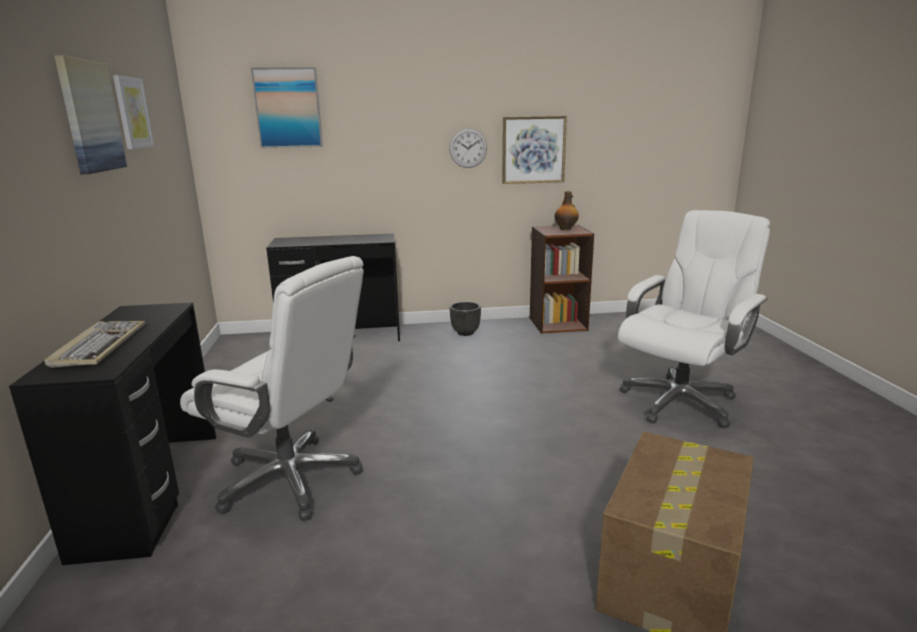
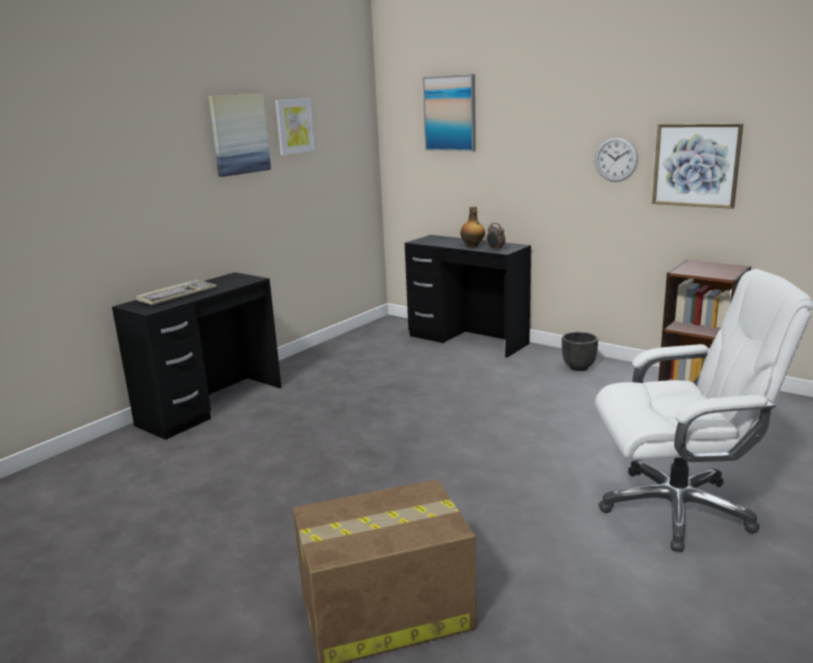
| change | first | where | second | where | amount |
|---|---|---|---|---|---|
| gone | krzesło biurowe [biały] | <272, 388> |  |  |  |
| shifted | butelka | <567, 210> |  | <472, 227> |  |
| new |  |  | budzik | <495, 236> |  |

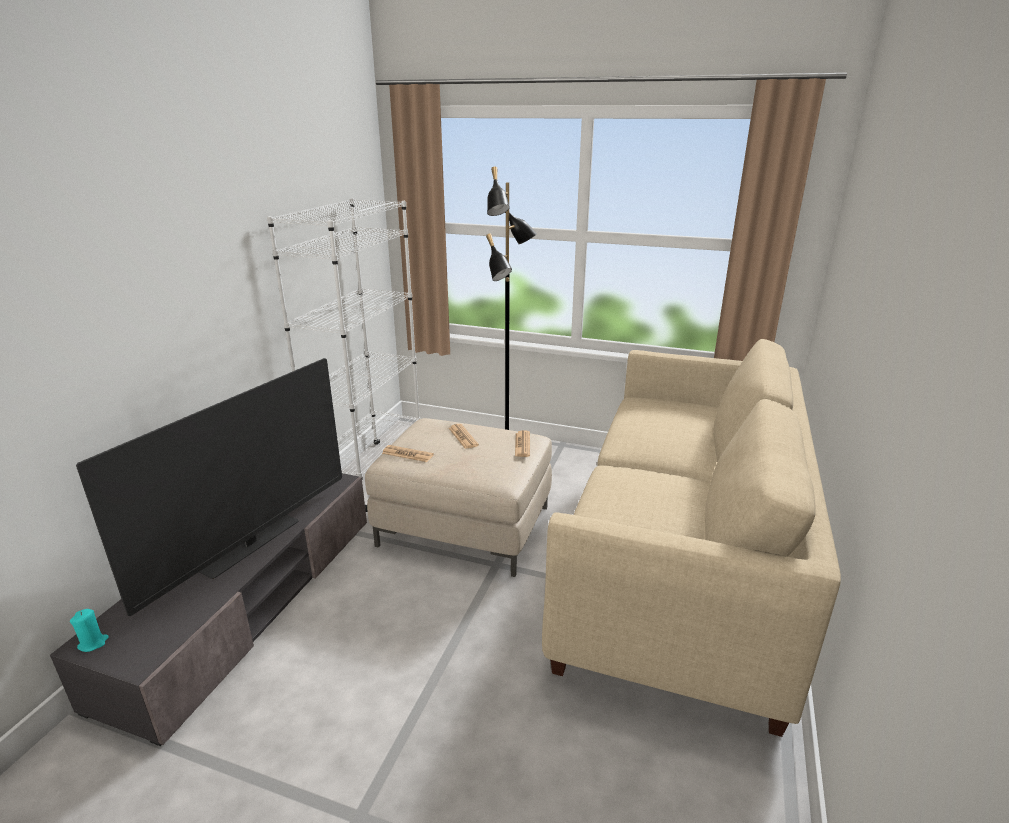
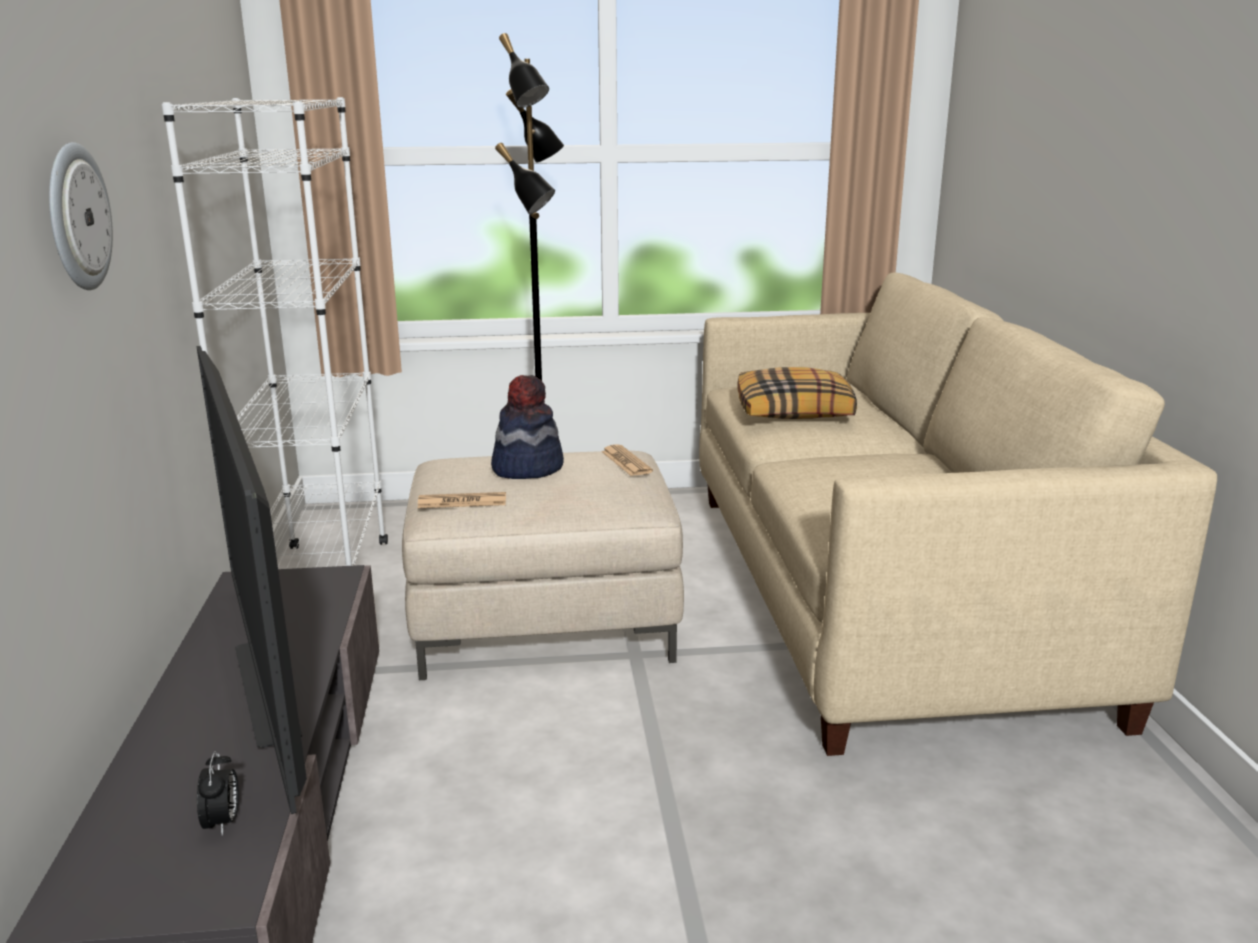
| change | first | where | second | where | amount |
|---|---|---|---|---|---|
| gone | świeca [turkusowy] | <89, 630> |  |  |  |
| rotated | telewizor | <209, 487> |  | <252, 580> | 150 degrees clockwise |
| swapped | gazeta | <464, 436> | kapelusz | <527, 427> |  |
| new |  |  | zegar ścienny | <81, 216> |  |
| new |  |  | budzik | <218, 793> |  |
| new |  |  | poduszka | <797, 393> |  |

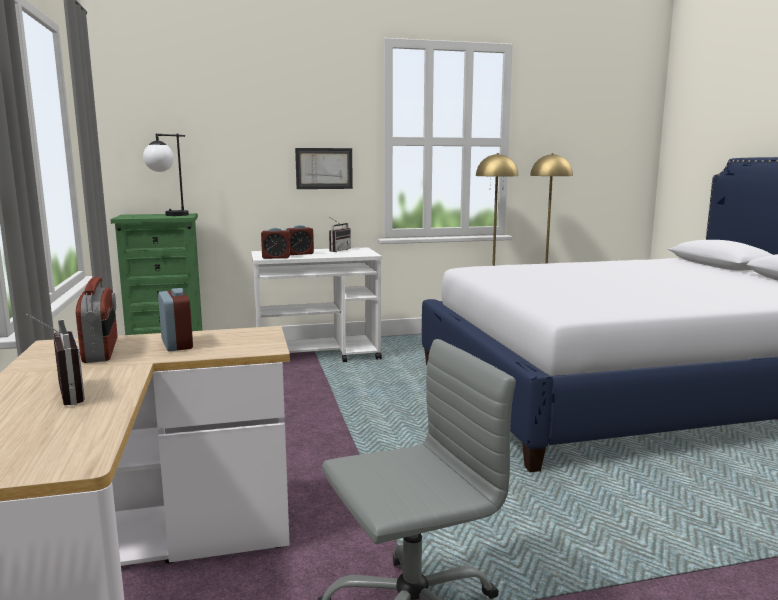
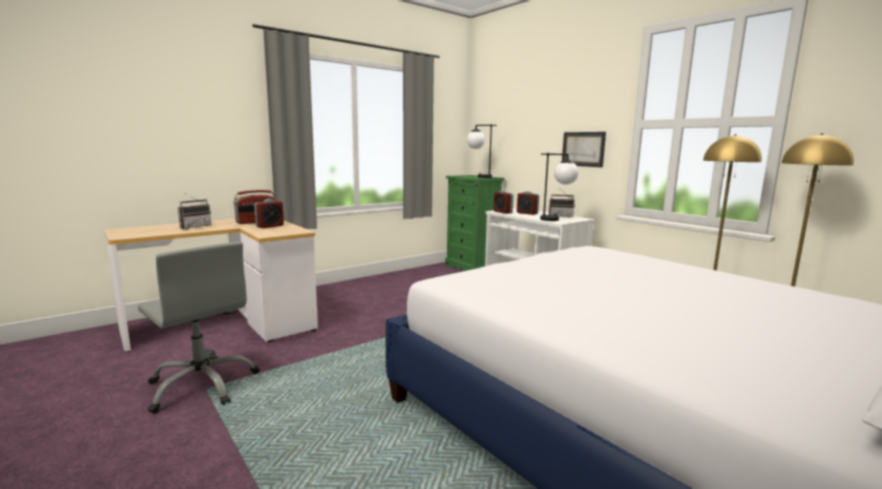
| change | first | where | second | where | amount |
|---|---|---|---|---|---|
| new |  |  | lampa stołowa | <559, 187> |  |

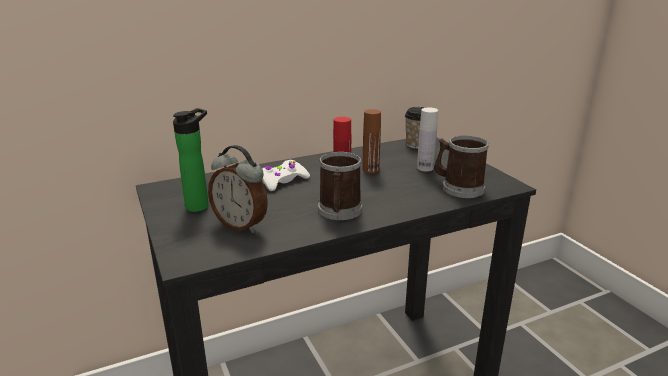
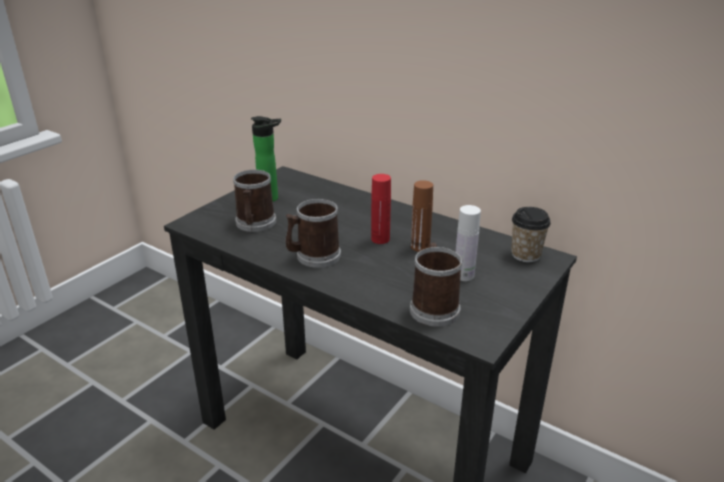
| change | first | where | second | where | amount |
|---|---|---|---|---|---|
| swapped | budzik | <238, 189> | kubek | <254, 201> |  |
| gone | pad do gier [biały] | <286, 175> |  |  |  |

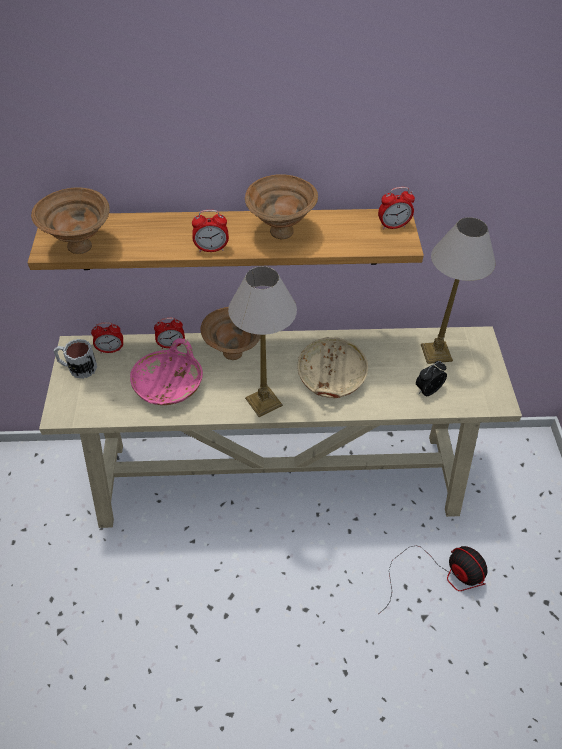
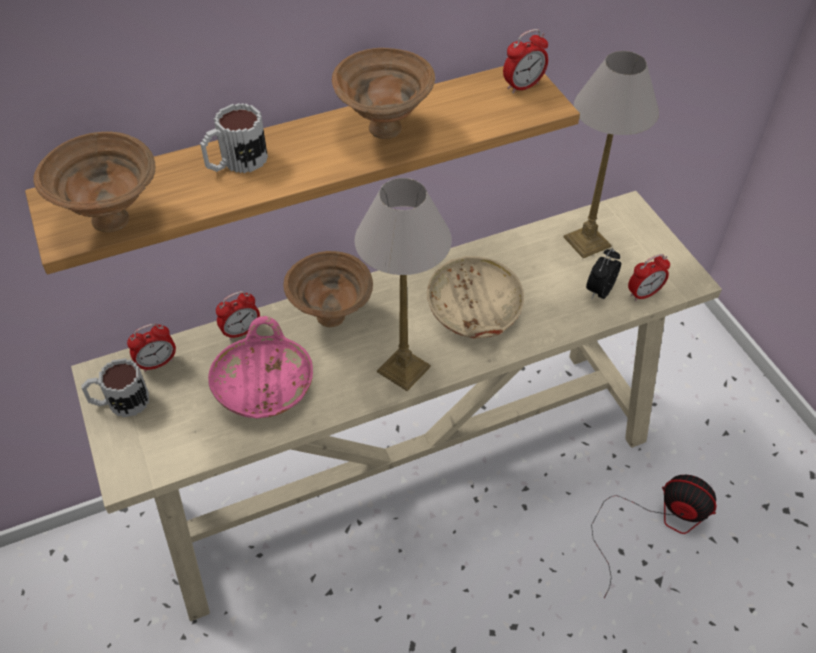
| change | first | where | second | where | amount |
|---|---|---|---|---|---|
| shifted | budzik | <210, 231> |  | <649, 277> |  |
| new |  |  | kubek | <234, 138> |  |

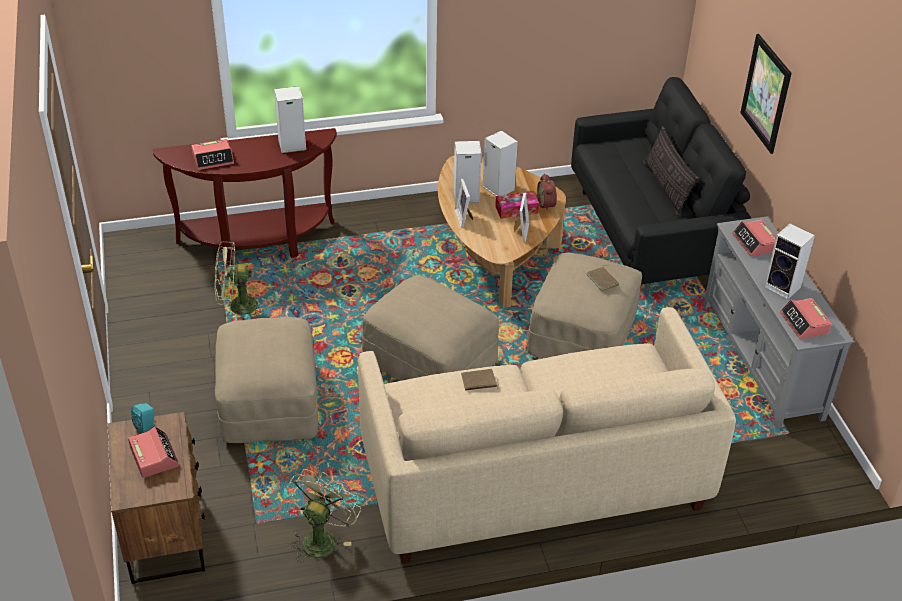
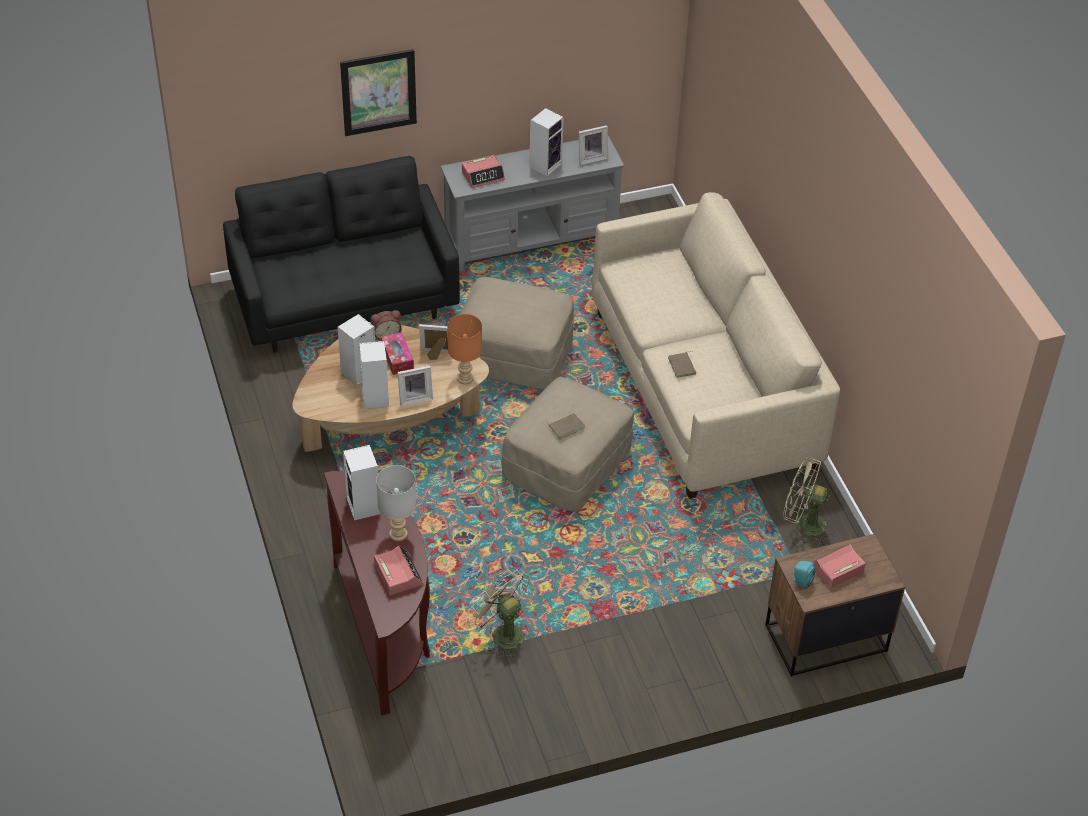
| change | first | where | second | where | amount |
|---|---|---|---|---|---|
| rotated | wentylator [zielony] | <239, 281> |  | <498, 612> | 150 degrees clockwise |
| gone | pufa [beżowy] | <266, 380> |  |  |  |
| shifted | książka [brązowy] | <603, 278> |  | <565, 426> |  |
| gone | poduszka | <671, 171> |  |  |  |
| swapped | budzik | <806, 318> | ramka na zdjęcie | <593, 145> |  |
| new |  |  | lampa stołowa [szary] | <396, 503> |  |
| new |  |  | lampa stołowa [pomarańczowy] | <464, 349> |  |

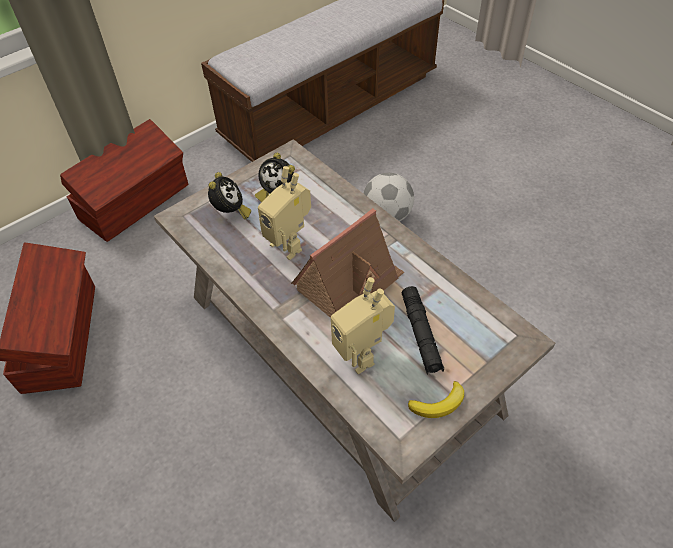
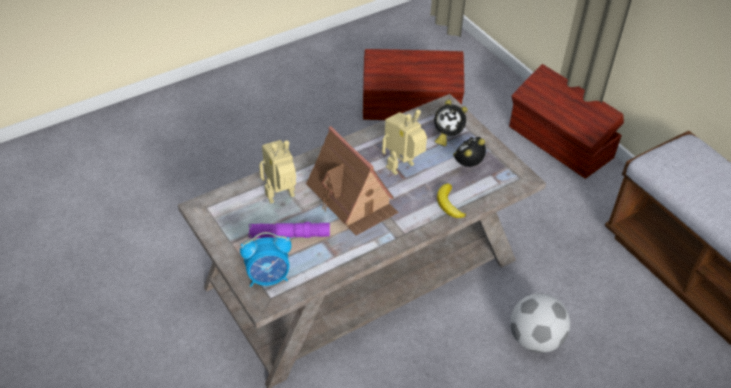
| change | first | where | second | where | amount |
|---|---|---|---|---|---|
| repainted | latarka [czarny] | <423, 330> | latarka [fioletowy] | <289, 230> |  |
| shifted | banan | <436, 399> |  | <451, 200> |  |
| new |  |  | budzik | <266, 259> |  |

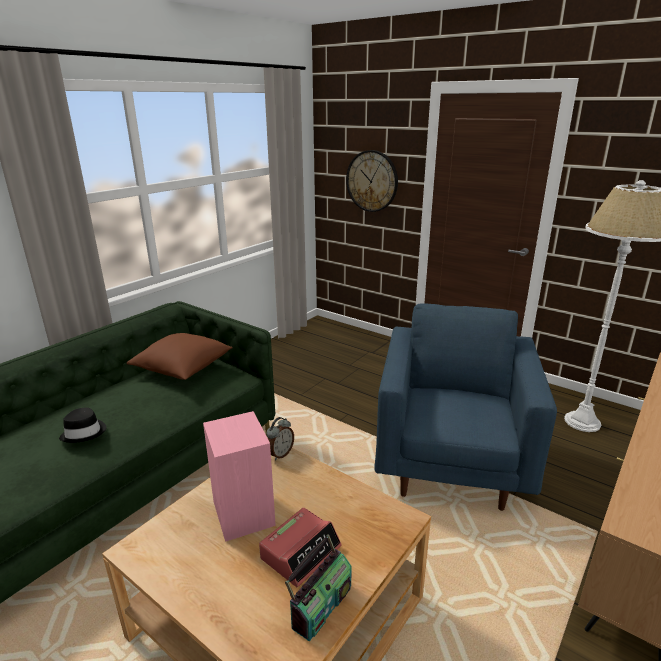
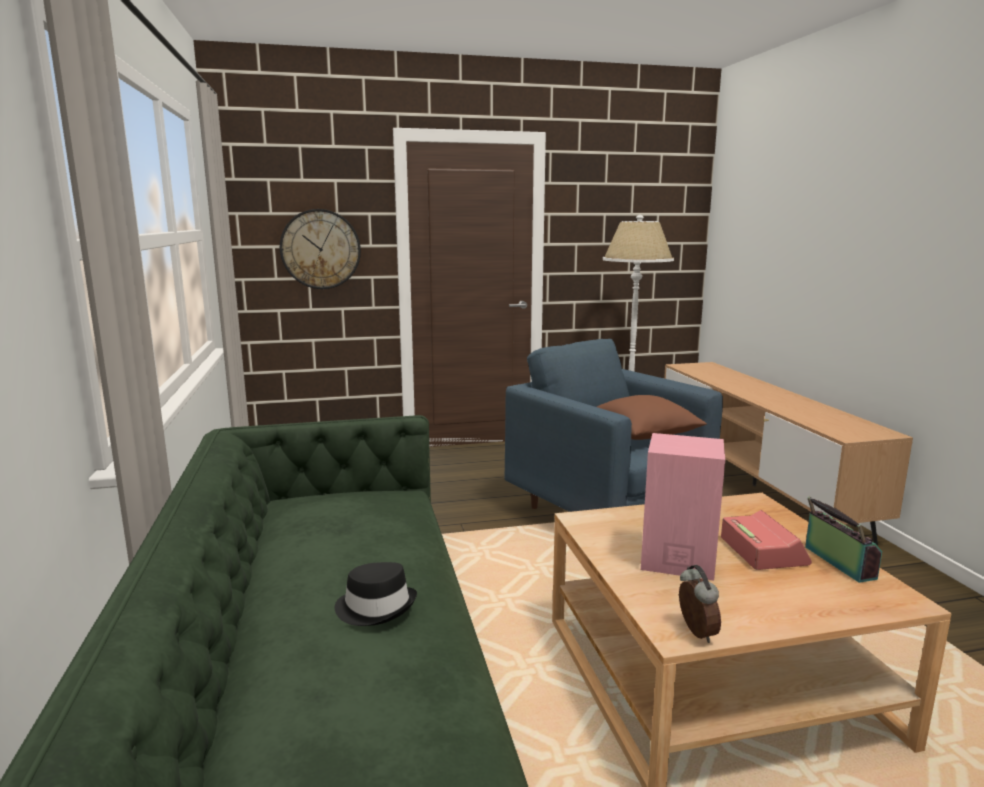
| change | first | where | second | where | amount |
|---|---|---|---|---|---|
| shifted | poduszka [brązowy] | <180, 356> |  | <652, 417> |  |
| shifted | budzik | <280, 438> |  | <700, 604> |  |

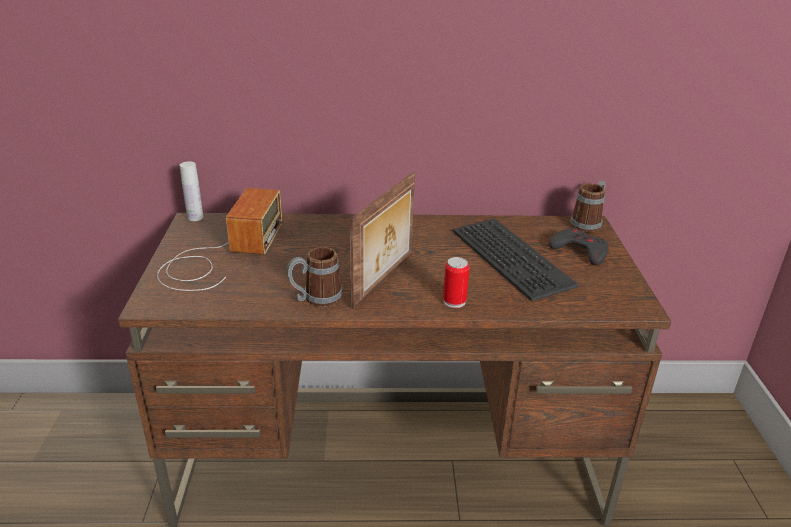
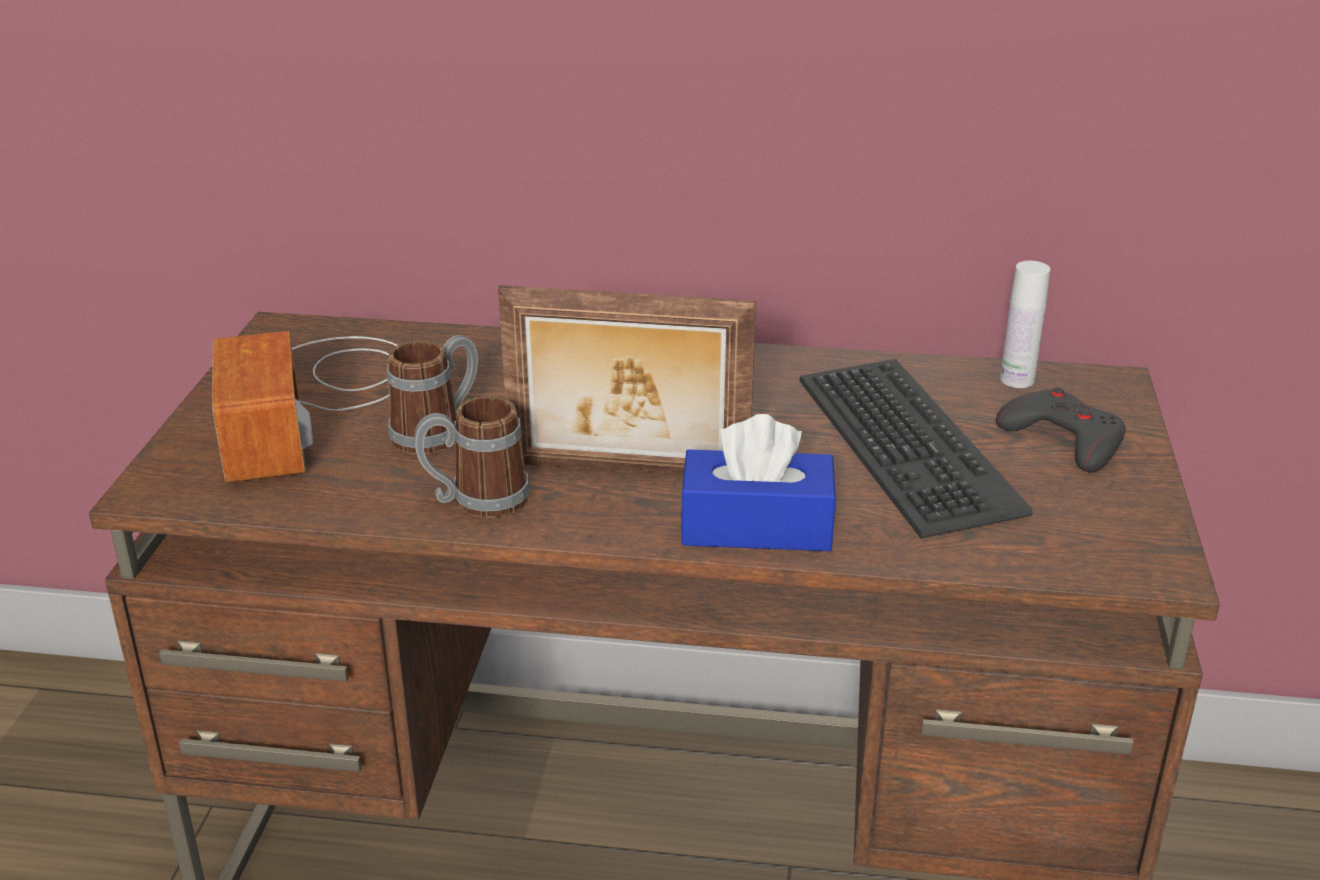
| change | first | where | second | where | amount |
|---|---|---|---|---|---|
| rotated | radio | <219, 239> |  | <305, 407> | 150 degrees clockwise |
| shifted | butelka [biały] | <191, 191> |  | <1025, 324> |  |
| rotated | ramka na zdjęcie | <382, 240> |  | <627, 380> | 60 degrees clockwise |
| swapped | puszka | <456, 282> | pudełko chusteczek [niebieski] | <758, 482> |  |
| shifted | kubek | <588, 206> |  | <432, 394> |  |

